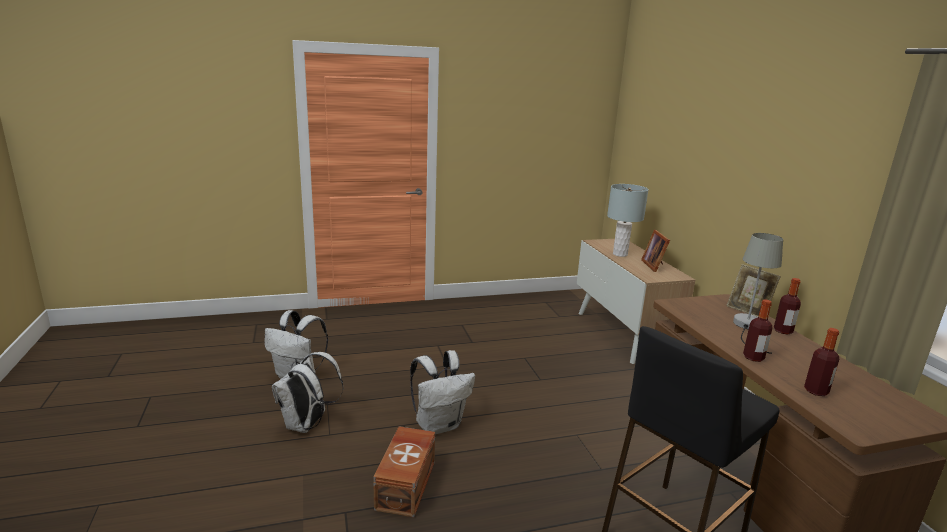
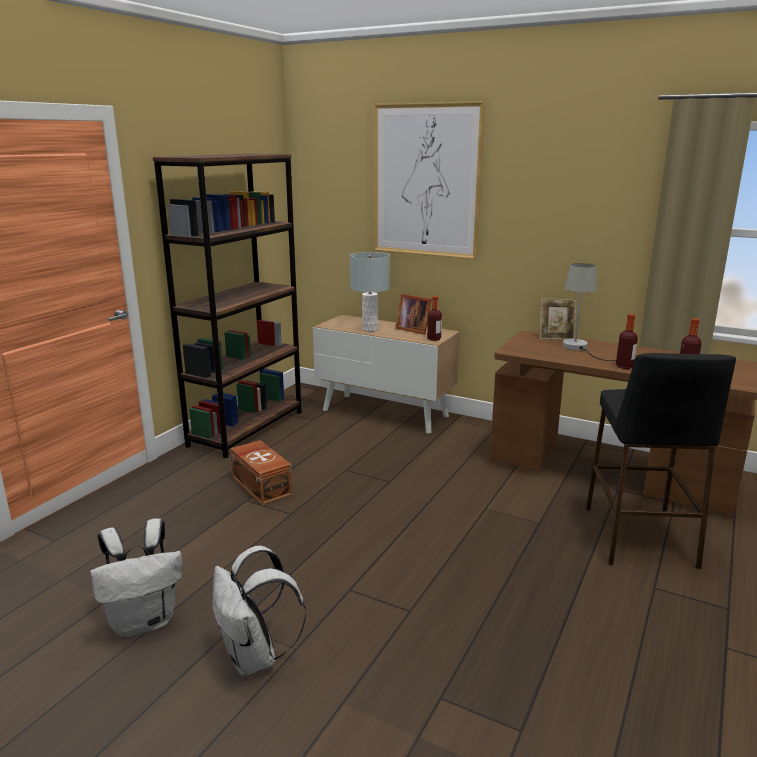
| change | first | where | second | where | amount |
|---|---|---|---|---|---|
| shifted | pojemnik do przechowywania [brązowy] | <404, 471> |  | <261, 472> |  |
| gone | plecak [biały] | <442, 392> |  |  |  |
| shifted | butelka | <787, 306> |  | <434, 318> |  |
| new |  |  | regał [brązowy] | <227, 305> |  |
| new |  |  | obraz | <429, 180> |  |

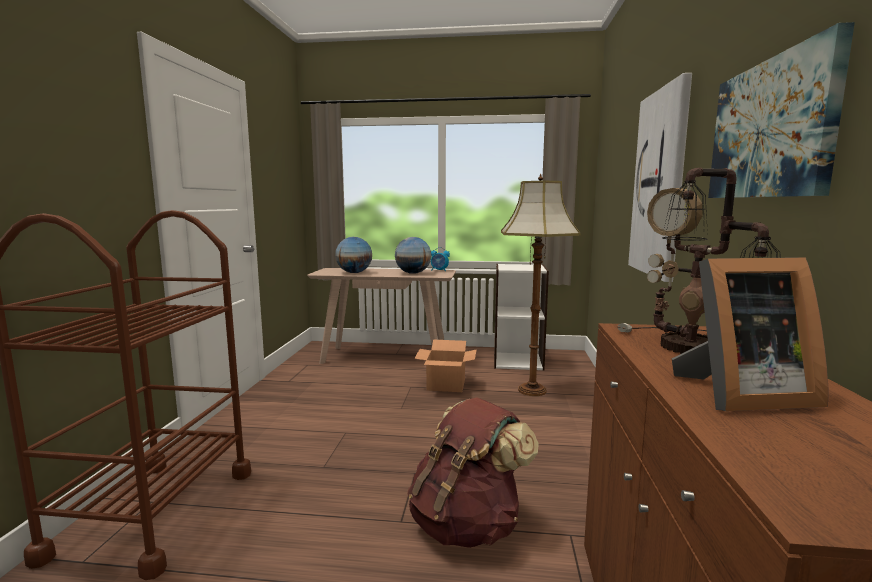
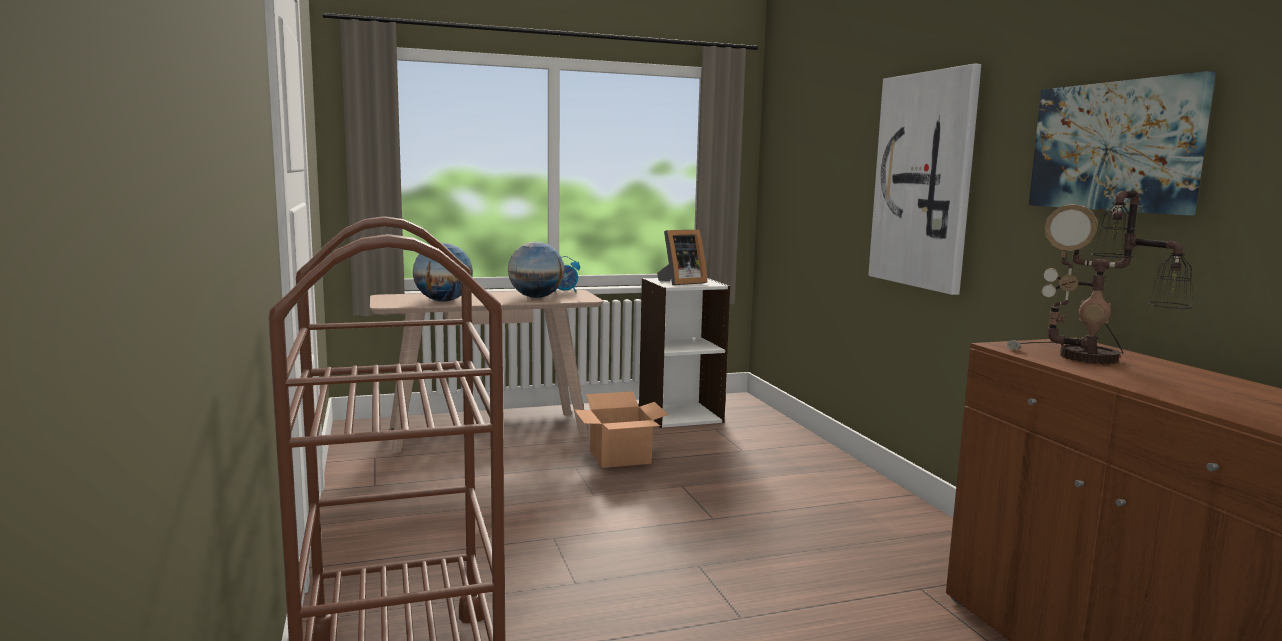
| change | first | where | second | where | amount |
|---|---|---|---|---|---|
| gone | plecak [brązowy] | <473, 472> |  |  |  |
| gone | lampa stojąca | <541, 285> |  |  |  |
| shifted | ramka na zdjęcie | <750, 334> |  | <682, 257> |  |

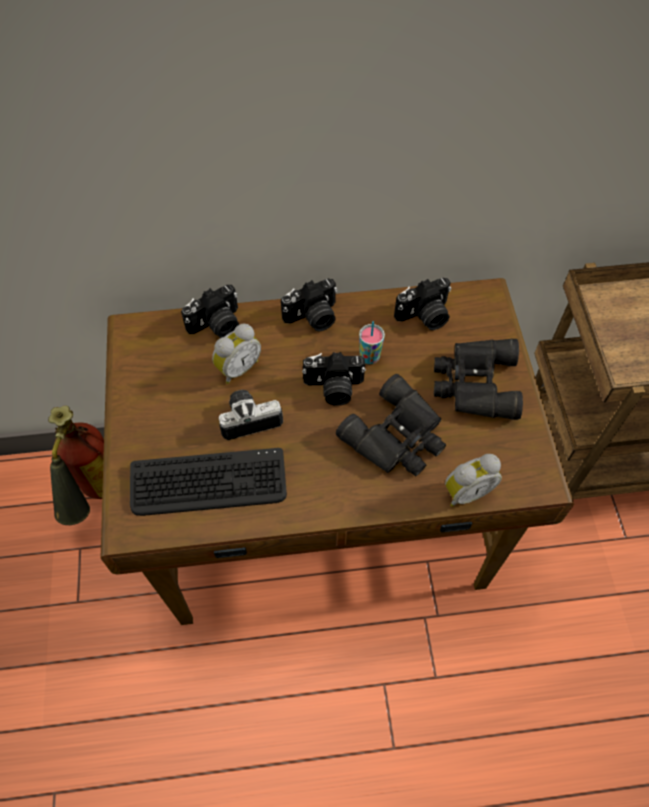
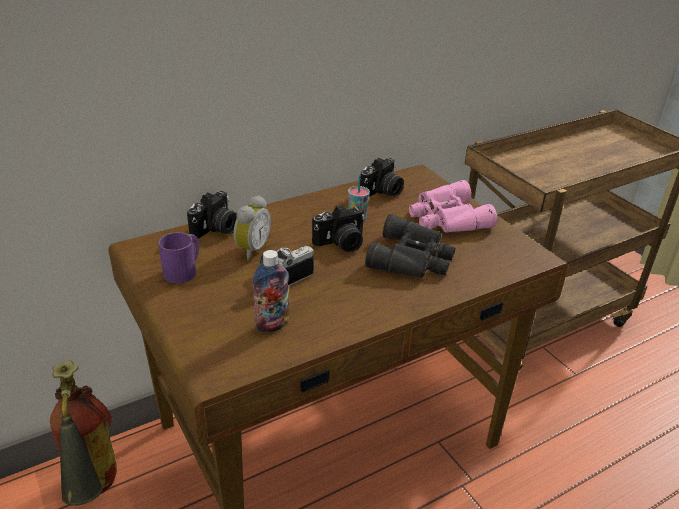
| change | first | where | second | where | amount |
|---|---|---|---|---|---|
| swapped | klawiatura | <208, 482> | butelka | <271, 291> |  |
| gone | aparat fotograficzny | <309, 305> |  |  |  |
| repainted | lornetka [czarny] | <478, 379> | lornetka [różowy] | <453, 206> |  |
| gone | budzik | <473, 480> |  |  |  |
| new |  |  | kubek [fioletowy] | <178, 257> |  |

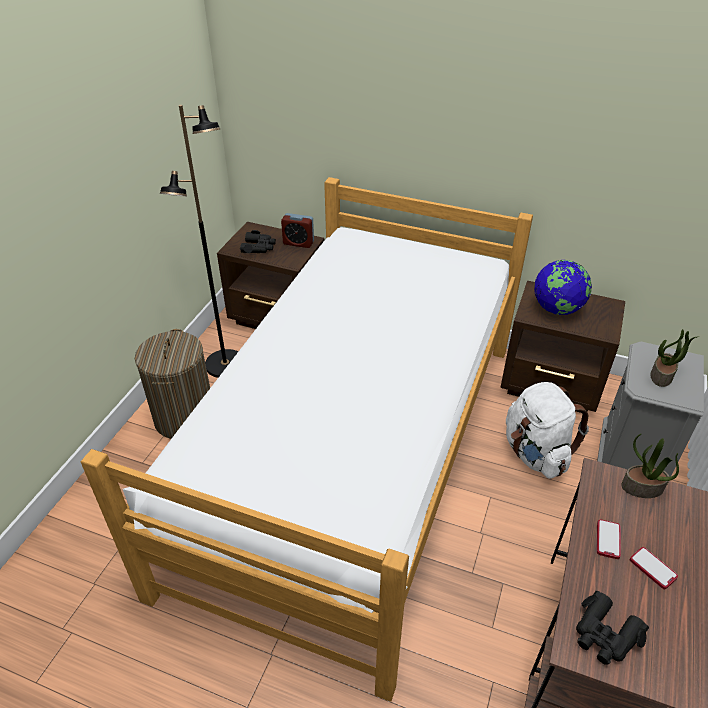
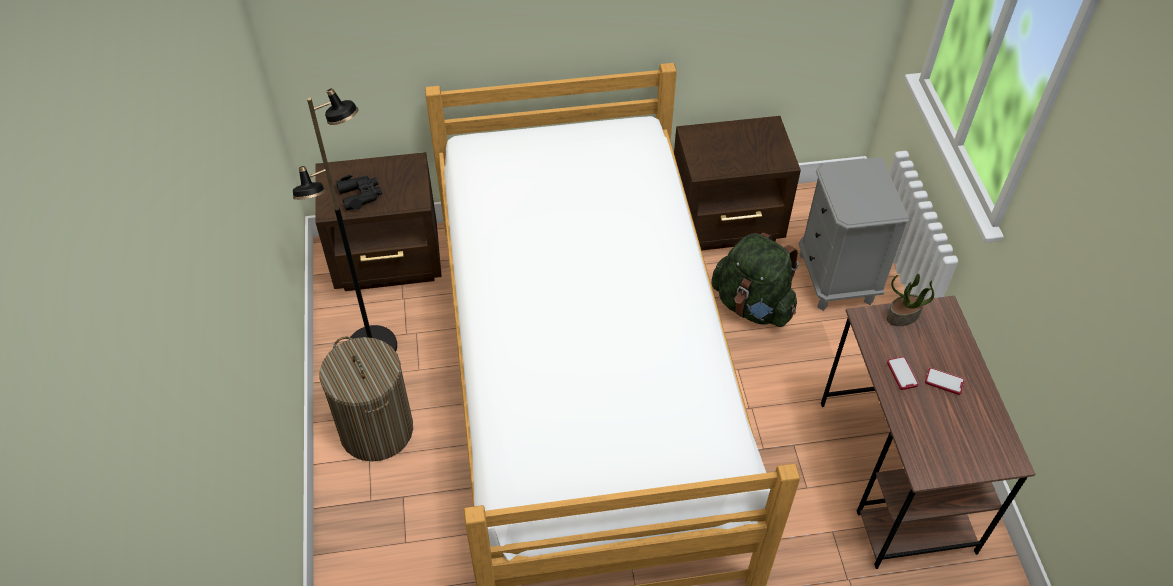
| change | first | where | second | where | amount |
|---|---|---|---|---|---|
| gone | budzik | <297, 230> |  |  |  |
| repainted | plecak [biały] | <547, 430> | plecak [zielony] | <755, 279> |  |
| gone | globus | <563, 287> |  |  |  |
| gone | lornetka [czarny] | <612, 628> |  |  |  |
| gone | roślina doniczkowa | <675, 358> |  |  |  |

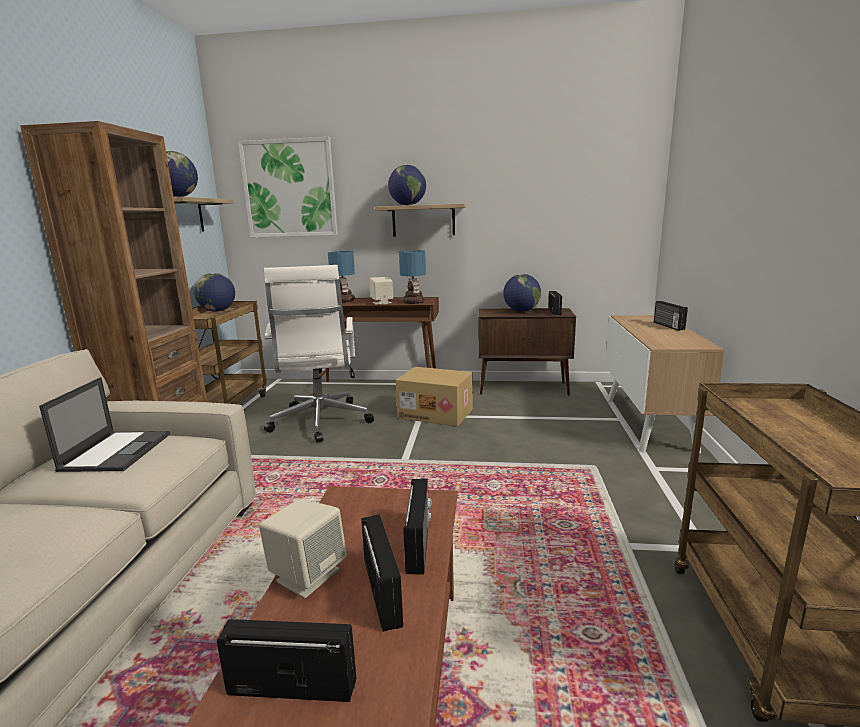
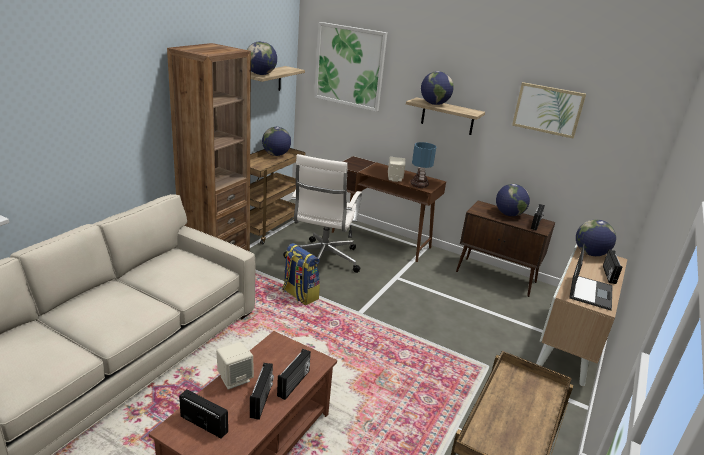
| change | first | where | second | where | amount |
|---|---|---|---|---|---|
| shifted | laptop | <104, 424> |  | <591, 277> |  |
| gone | lampa stołowa | <341, 276> |  |  |  |
| gone | karton | <434, 397> |  |  |  |
| new |  |  | plecak | <301, 274> |  |
| new |  |  | obraz | <549, 110> |  |
| new |  |  | globus | <596, 237> |  |

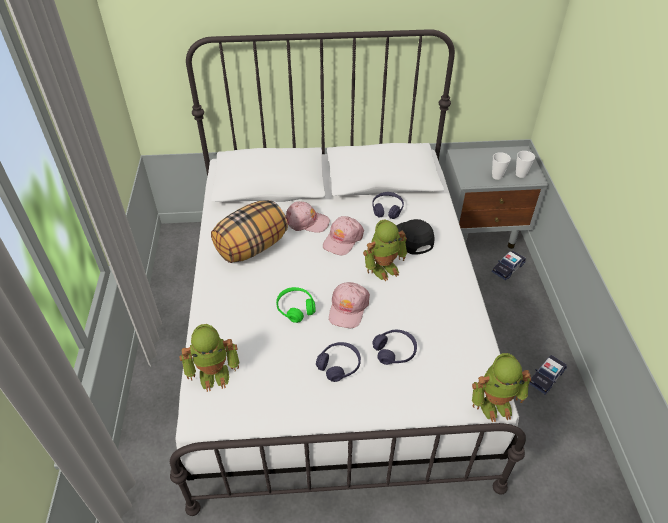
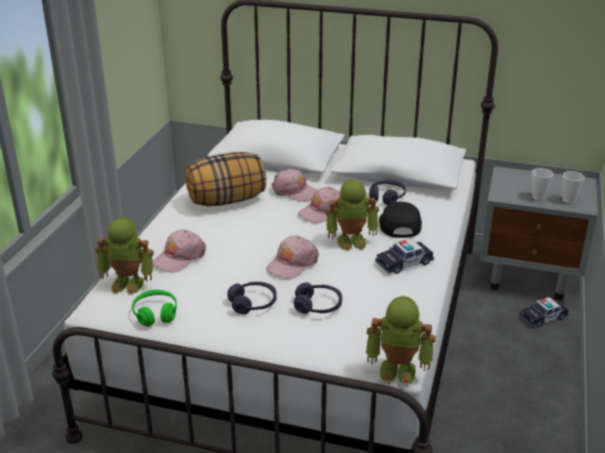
| change | first | where | second | where | amount |
|---|---|---|---|---|---|
| shifted | słuchawki [zielony] | <296, 305> |  | <154, 308> |  |
| shifted | samochodzik | <548, 375> |  | <404, 256> |  |
| new |  |  | czapka z daszkiem [różowy] | <179, 251> |  |

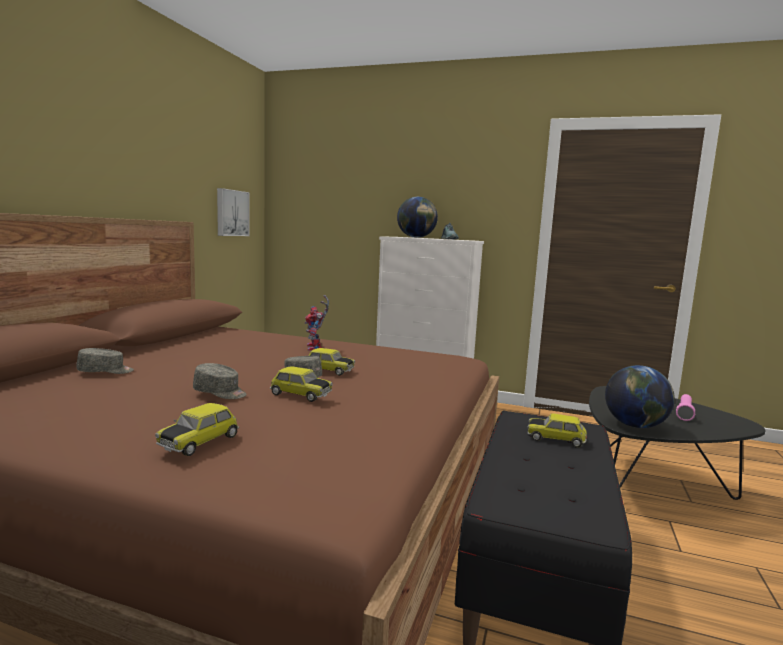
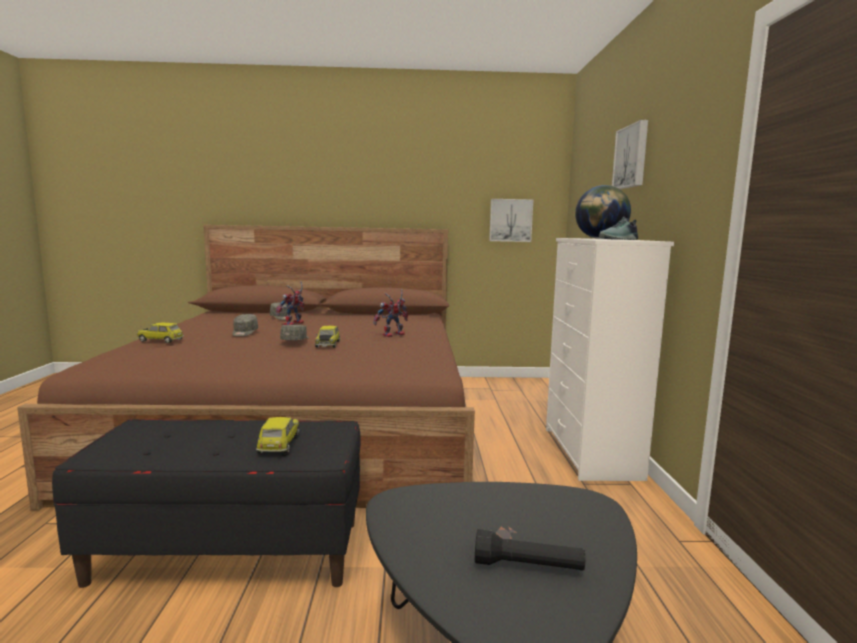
| change | first | where | second | where | amount |
|---|---|---|---|---|---|
| gone | samochodzik | <301, 384> |  |  |  |
| gone | globus | <640, 396> |  |  |  |
| repainted | latarka [różowy] | <685, 407> | latarka [czarny] | <530, 549> |  |
| new |  |  | robot zabawkowy | <290, 303> |  |
| new |  |  | obraz | <630, 154> |  |

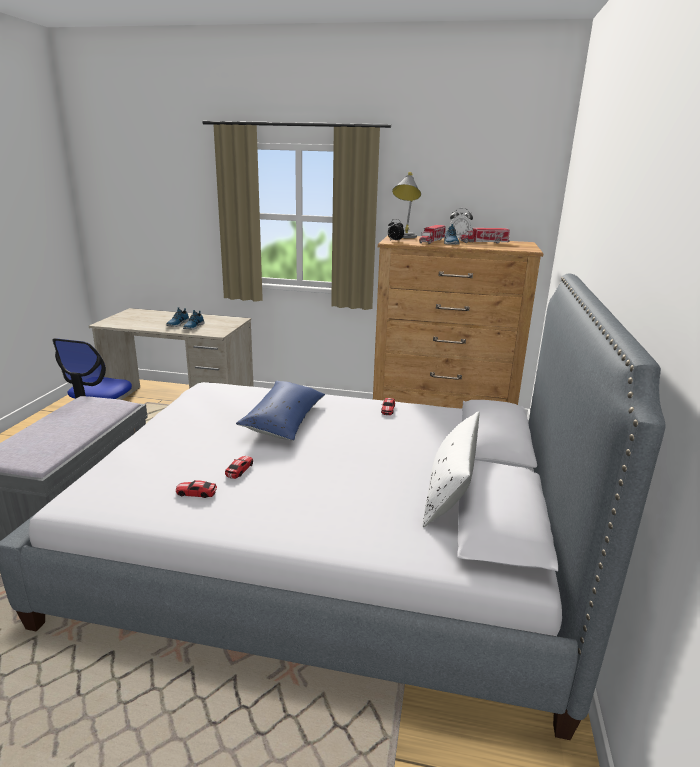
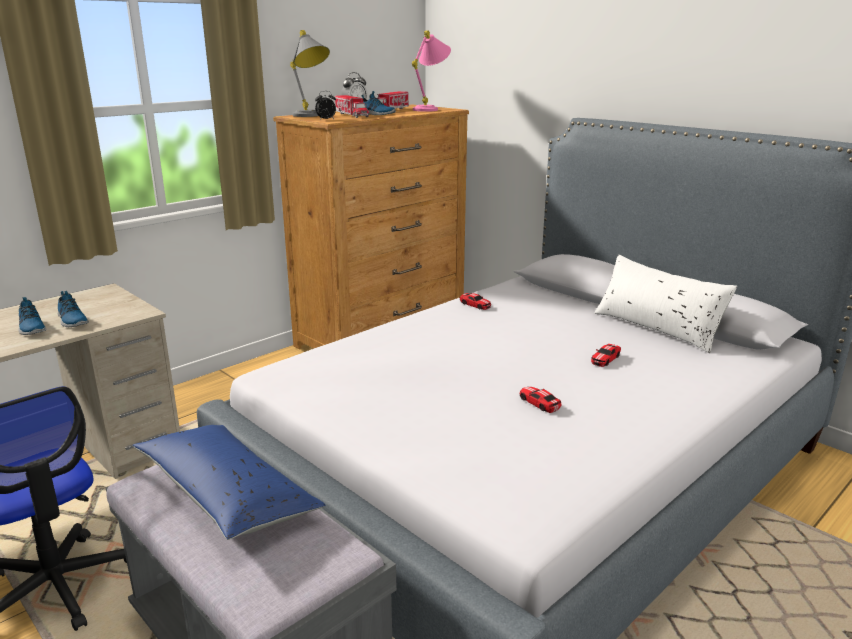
| change | first | where | second | where | amount |
|---|---|---|---|---|---|
| shifted | samochodzik | <196, 489> |  | <606, 355> |  |
| shifted | poduszka [niebieski] | <280, 411> |  | <229, 482> |  |
| new |  |  | lampa stołowa [różowy] | <431, 71> |  |

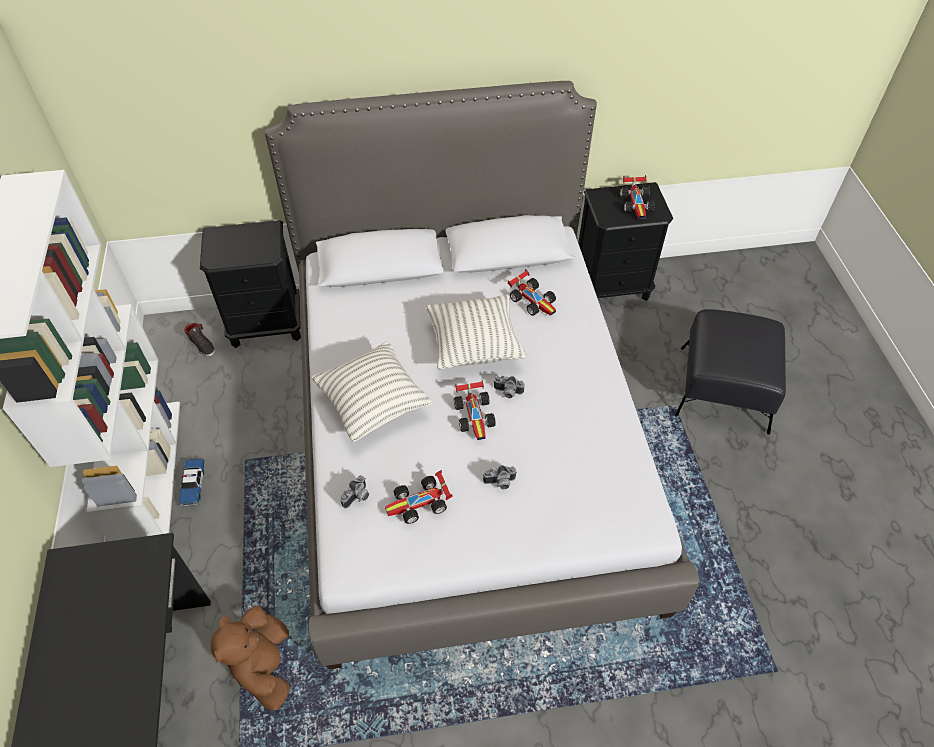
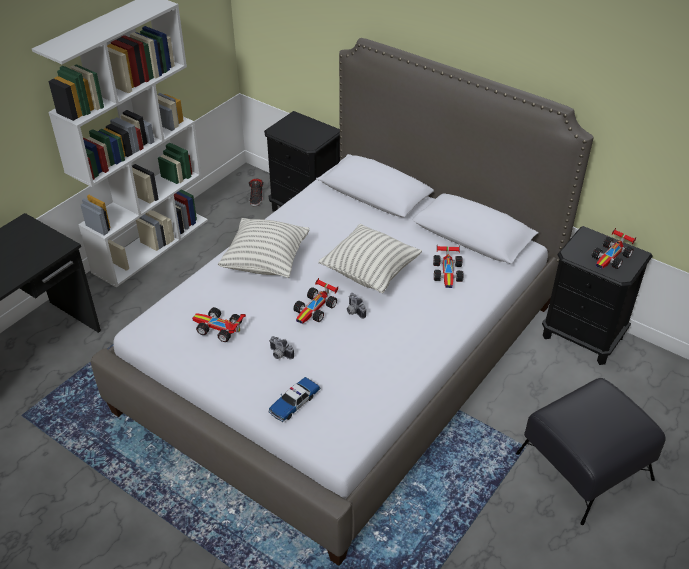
| change | first | where | second | where | amount |
|---|---|---|---|---|---|
| shifted | samochodzik | <192, 483> |  | <294, 399> |  |
| gone | pluszak [brązowy] | <250, 658> |  |  |  |
| gone | aparat fotograficzny | <354, 491> |  |  |  |

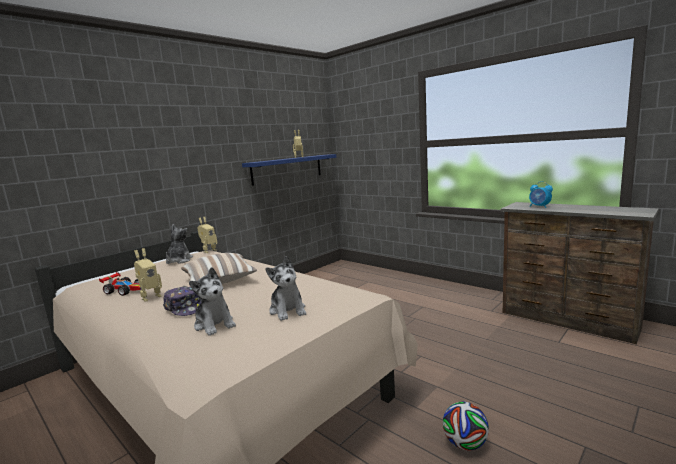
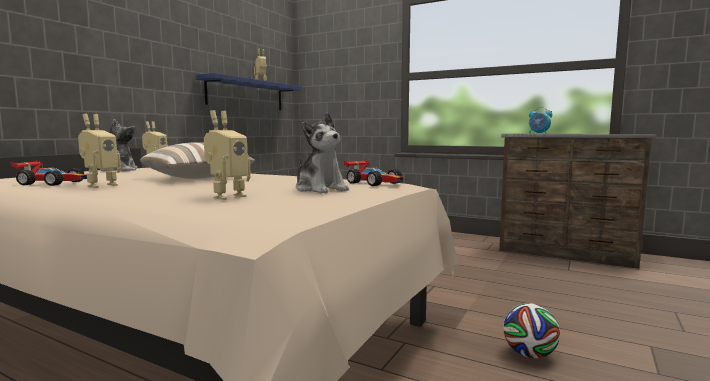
| change | first | where | second | where | amount |
|---|---|---|---|---|---|
| gone | czapka z daszkiem | <182, 301> |  |  |  |
| swapped | pluszak | <212, 301> | robot zabawkowy | <227, 155> |  |
| new |  |  | samochodzik | <373, 172> |  |

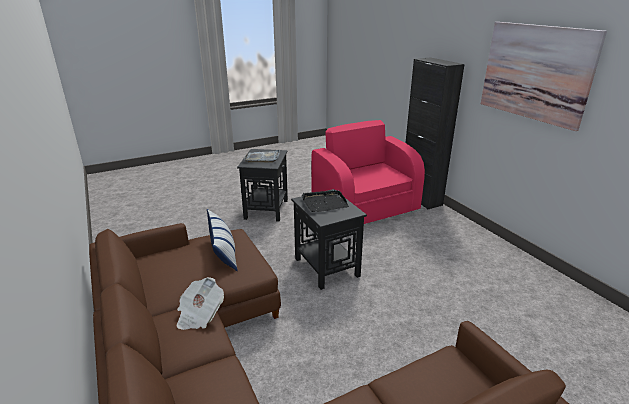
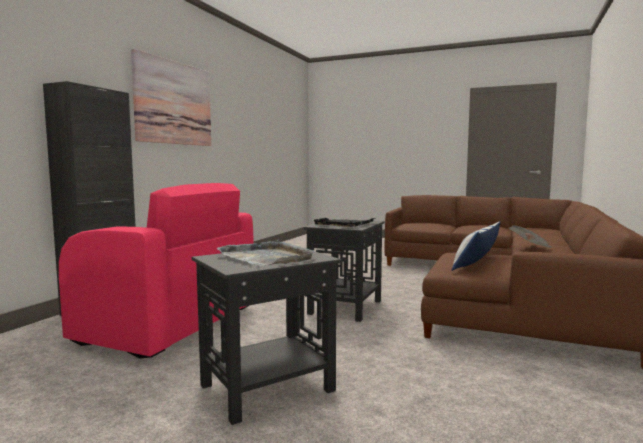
| change | first | where | second | where | amount |
|---|---|---|---|---|---|
| rotated | fotel [różowy] | <368, 172> |  | <156, 271> | 90 degrees counterclockwise |

